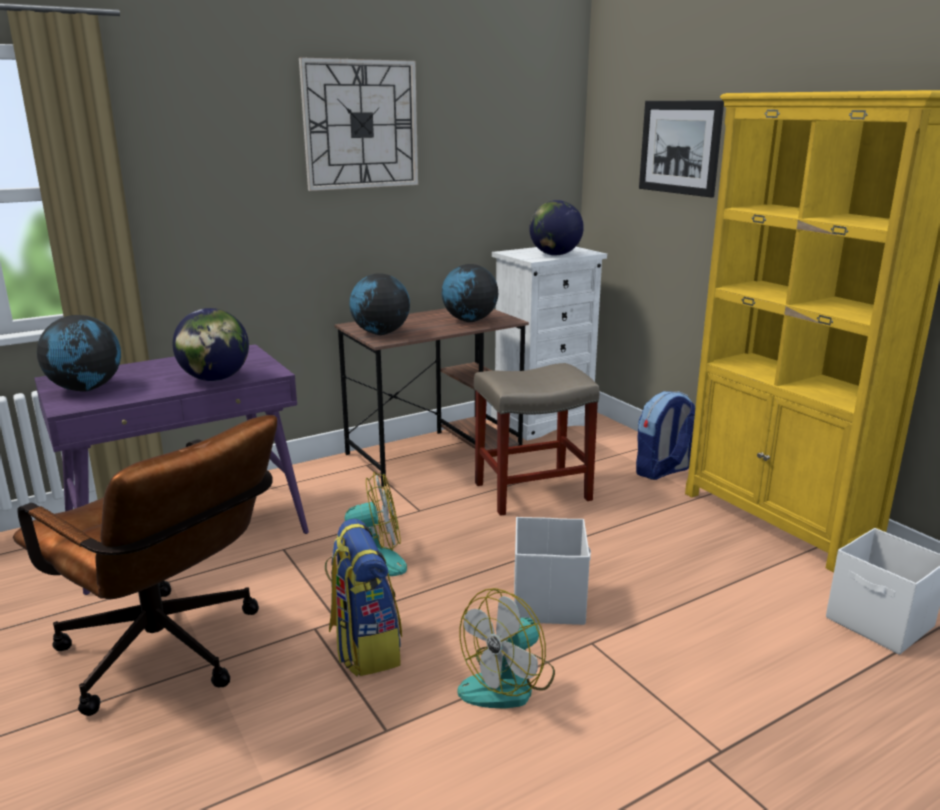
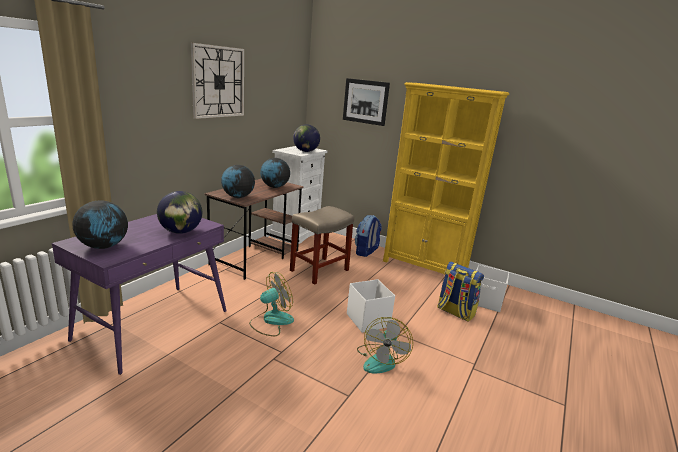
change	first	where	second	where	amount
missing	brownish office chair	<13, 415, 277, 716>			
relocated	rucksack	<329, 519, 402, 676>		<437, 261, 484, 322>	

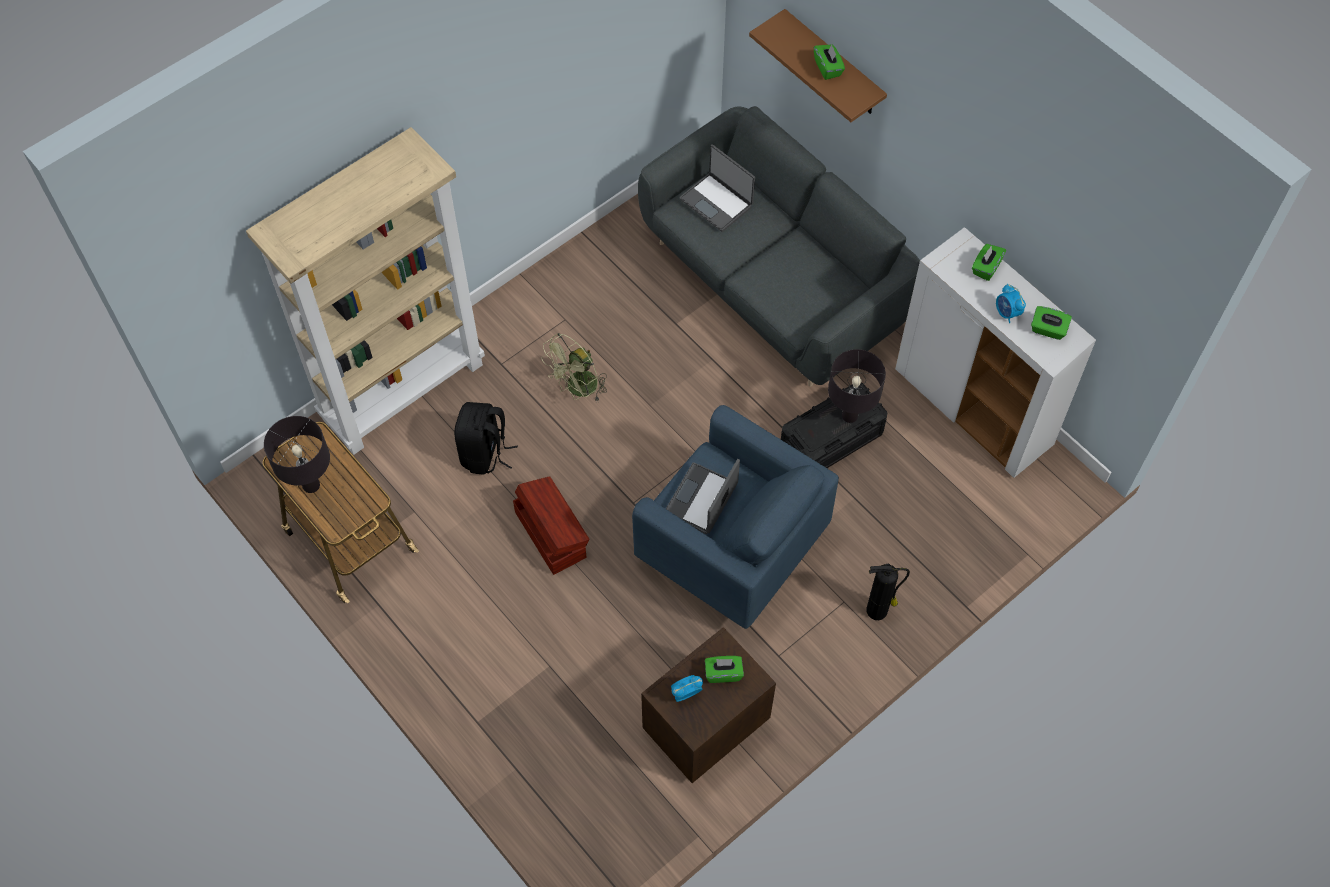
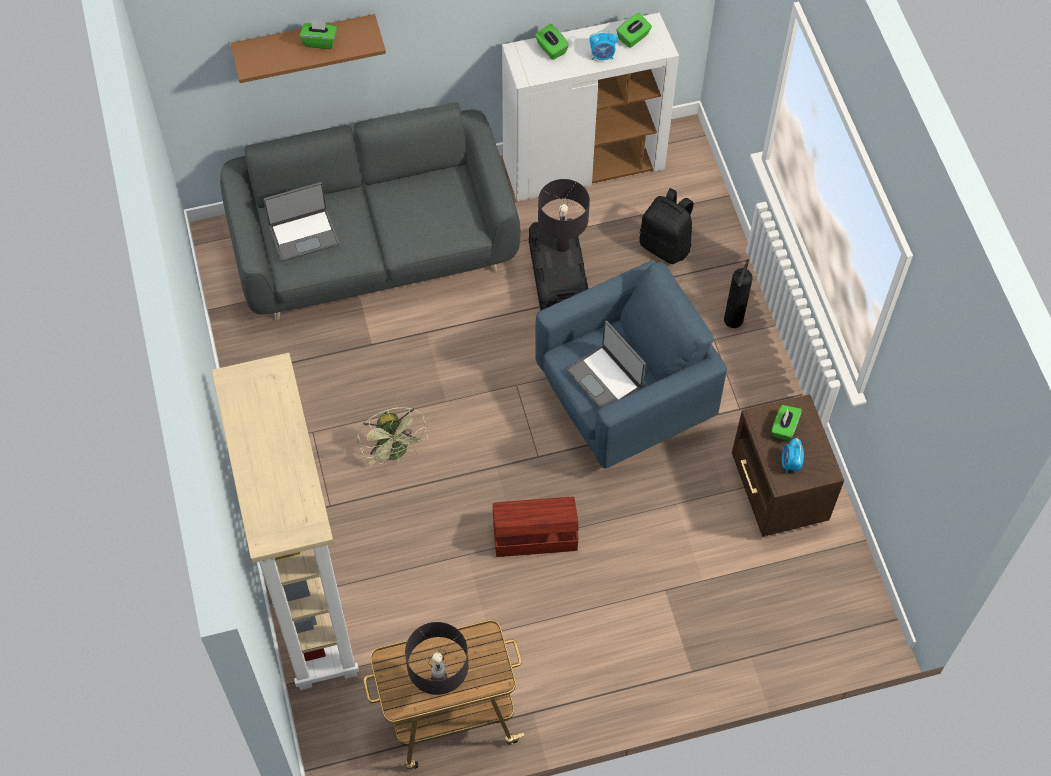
change	first	where	second	where	amount
relocated	black rucksack	<454, 402, 518, 475>		<640, 188, 694, 264>	

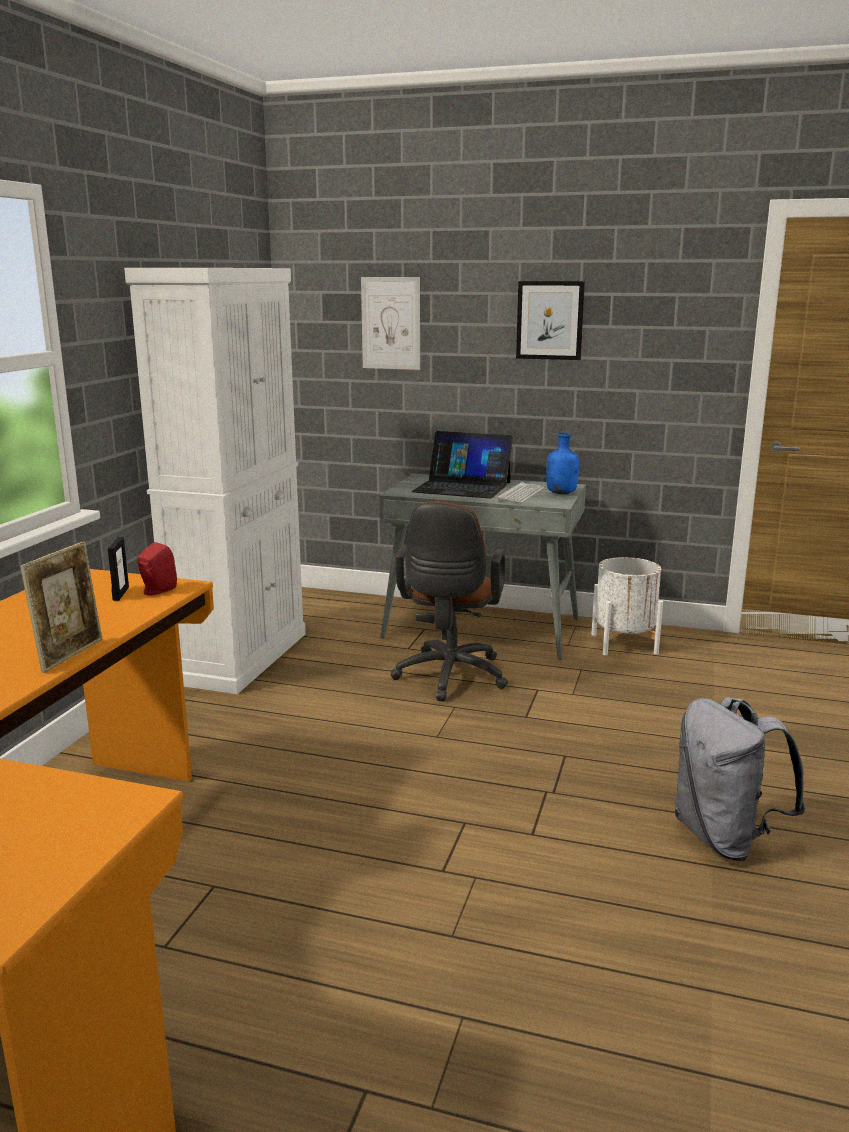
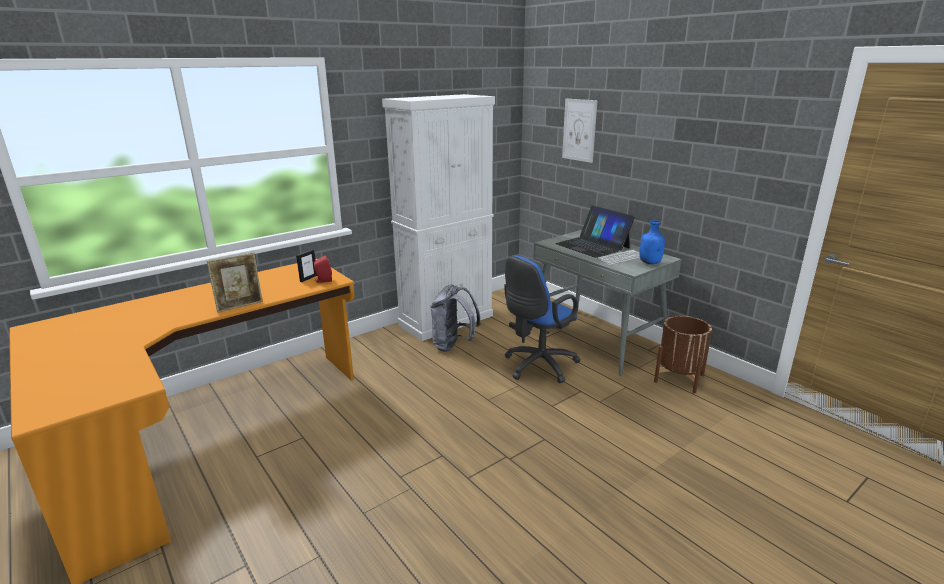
change	first	where	second	where	amount
colour	brownish office chair	<391, 501, 508, 701>	blue-coloured office chair	<504, 255, 581, 383>	
missing	wall art	<516, 281, 585, 360>			
colour	white flower pot	<591, 557, 663, 656>	brownish flower pot	<654, 316, 712, 393>	
relocated	gray rucksack	<675, 697, 805, 861>		<430, 285, 481, 352>	

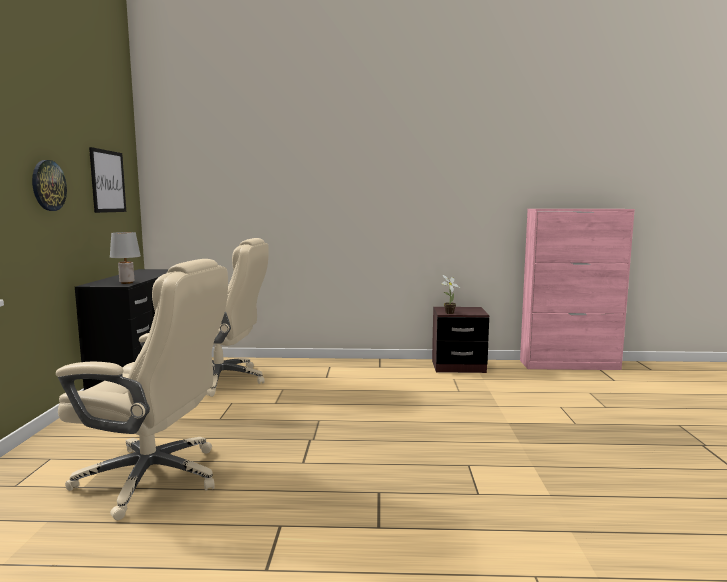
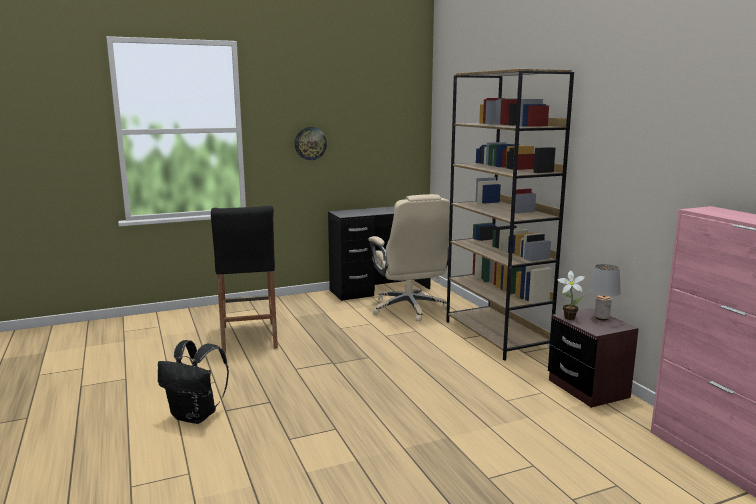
change	first	where	second	where	amount
exchanged	beige office chair	<56, 259, 228, 520>	black stool seat	<211, 206, 278, 353>	
missing	wall art	<89, 147, 126, 213>			
relocated	gray lamp for a table	<110, 232, 141, 284>		<589, 264, 621, 320>	
appeared			black rucksack	<158, 340, 229, 424>	
appeared			brownish shelving unit	<446, 69, 574, 361>	

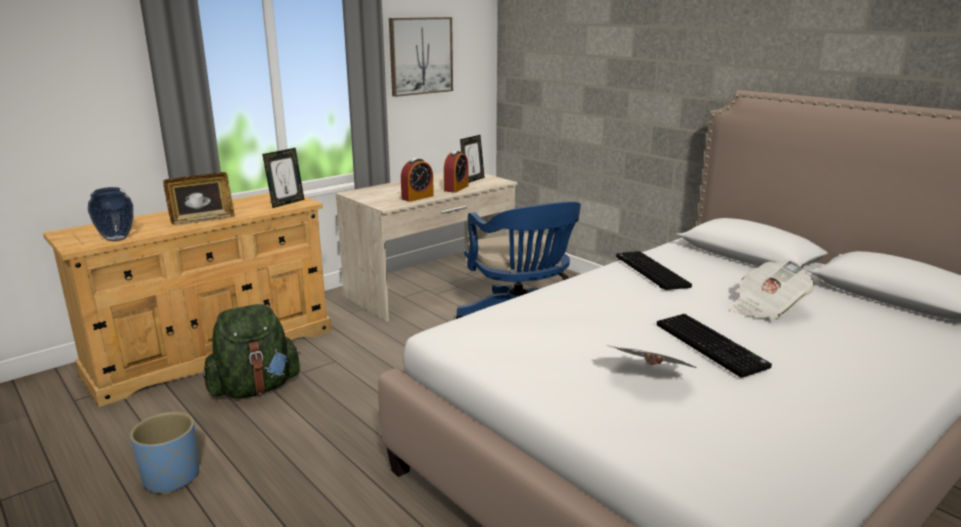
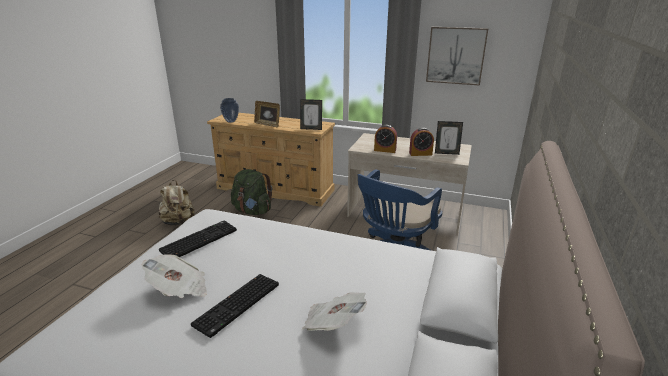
change	first	where	second	where	amount
exchanged	blue-coloured flower pot	<130, 412, 199, 494>	beige rucksack	<159, 180, 195, 226>	
relocated	computer keyboard	<616, 251, 692, 290>		<159, 220, 237, 257>	

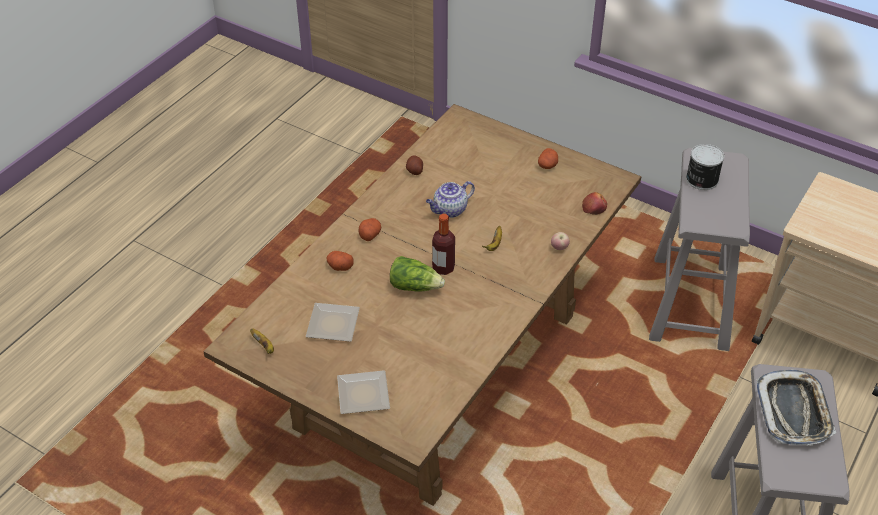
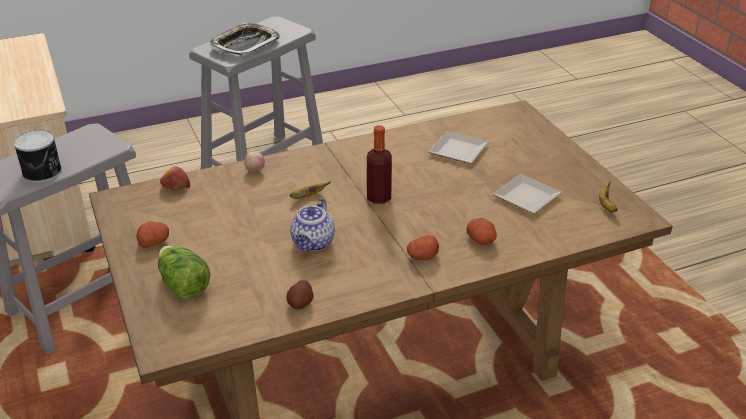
change	first	where	second	where	amount
relocated	plate	<337, 370, 390, 414>		<428, 131, 489, 164>	
relocated	lettuce head	<390, 256, 445, 292>		<158, 246, 210, 299>	
spun	pot for tea	<426, 181, 475, 218>		<290, 198, 335, 252>	105 degrees clockwise

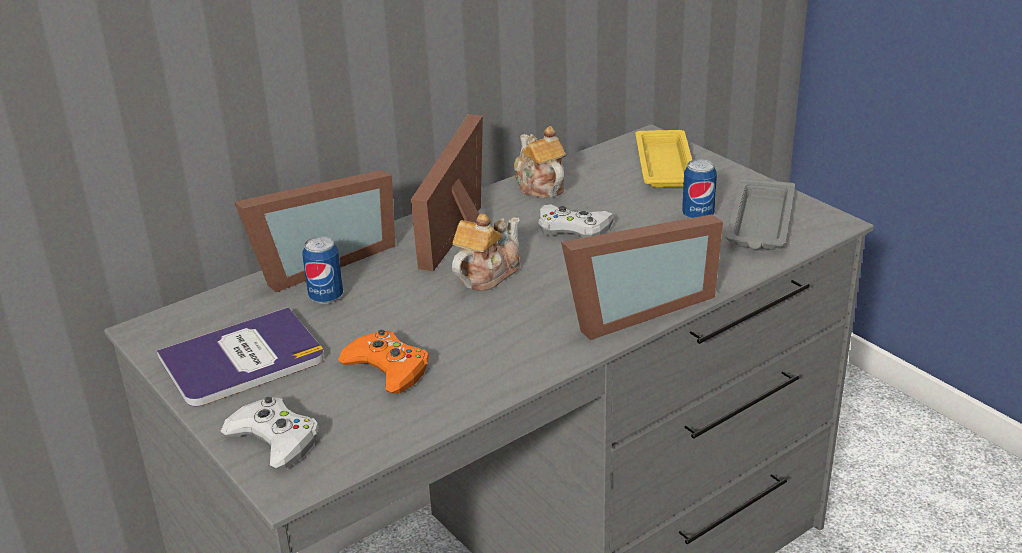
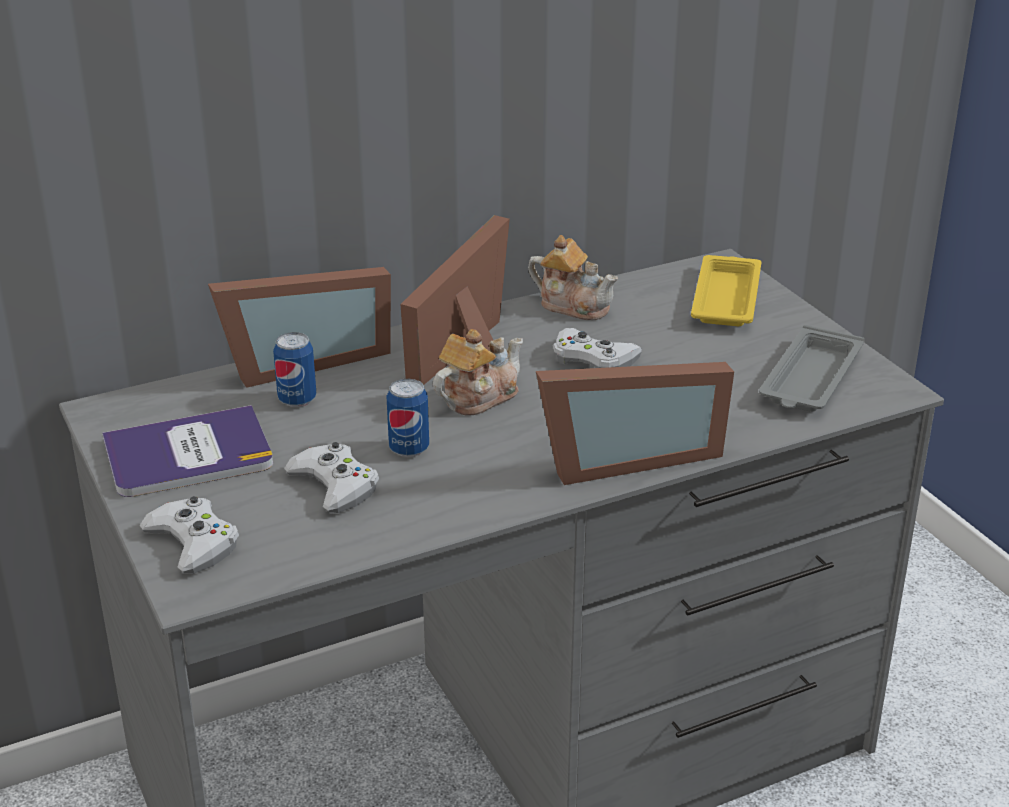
change	first	where	second	where	amount
colour	orange-coloured joypad	<338, 329, 429, 394>	white joypad	<284, 442, 379, 513>	
spun	pot for tea	<514, 126, 566, 198>		<528, 235, 618, 320>	135 degrees clockwise
relocated	sealed can	<682, 159, 717, 218>		<386, 379, 429, 457>	

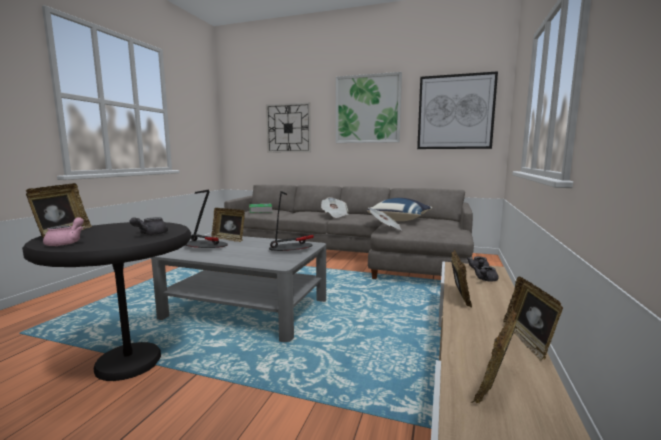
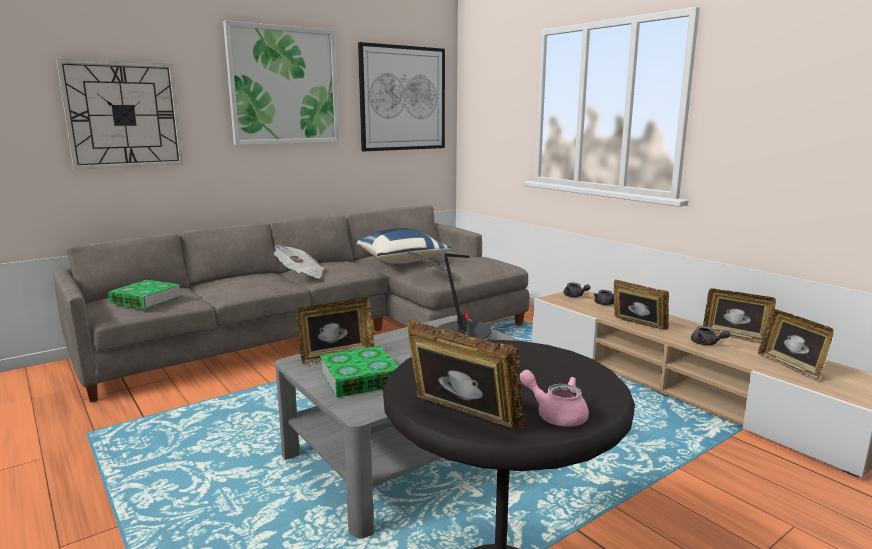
change	first	where	second	where	amount
relocated	gray pot for tea	<129, 217, 168, 235>		<691, 326, 730, 345>	
exchanged	lamp for a table	<186, 189, 228, 248>	bound book	<320, 346, 398, 398>	

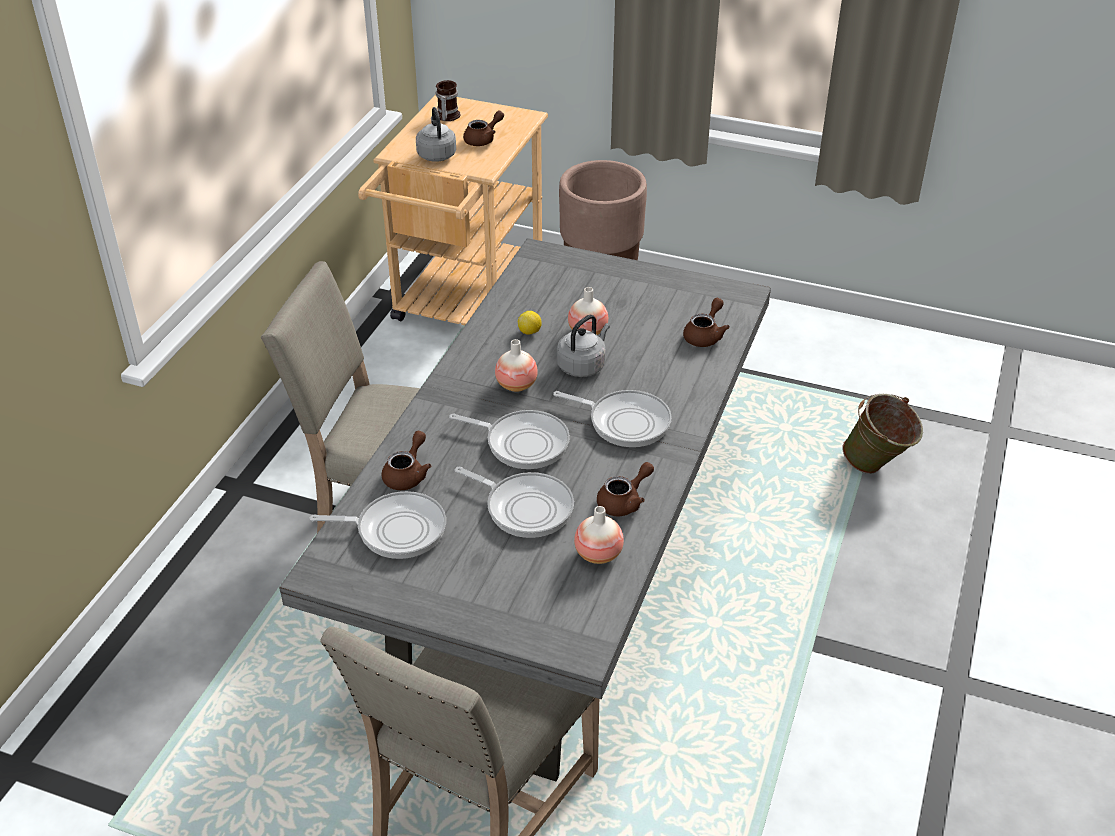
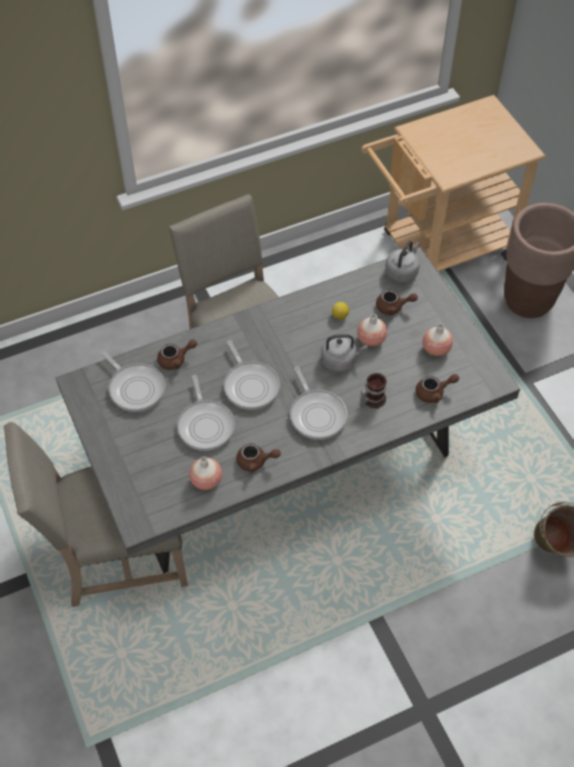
change	first	where	second	where	amount
relocated	gray water kettle	<416, 107, 456, 162>		<385, 241, 419, 283>	
relocated	mug	<436, 80, 461, 121>		<360, 373, 387, 408>	
relocated	brownish pot for tea	<463, 111, 504, 146>		<376, 290, 418, 315>	
relocated	vase	<495, 339, 538, 392>		<423, 323, 453, 356>	

